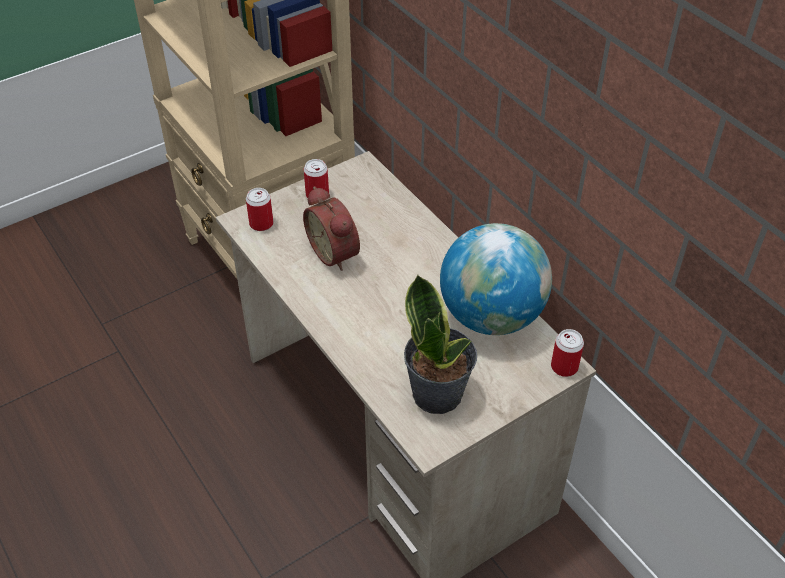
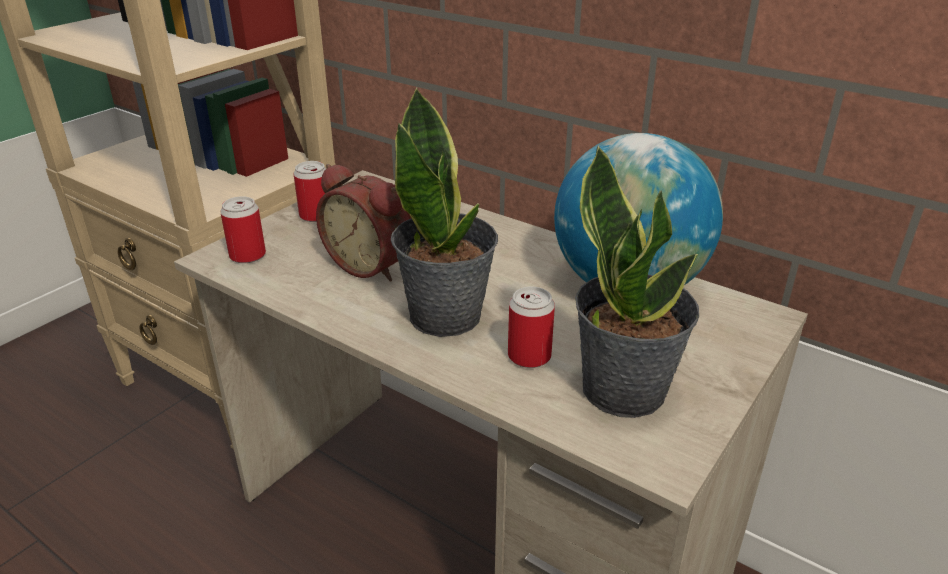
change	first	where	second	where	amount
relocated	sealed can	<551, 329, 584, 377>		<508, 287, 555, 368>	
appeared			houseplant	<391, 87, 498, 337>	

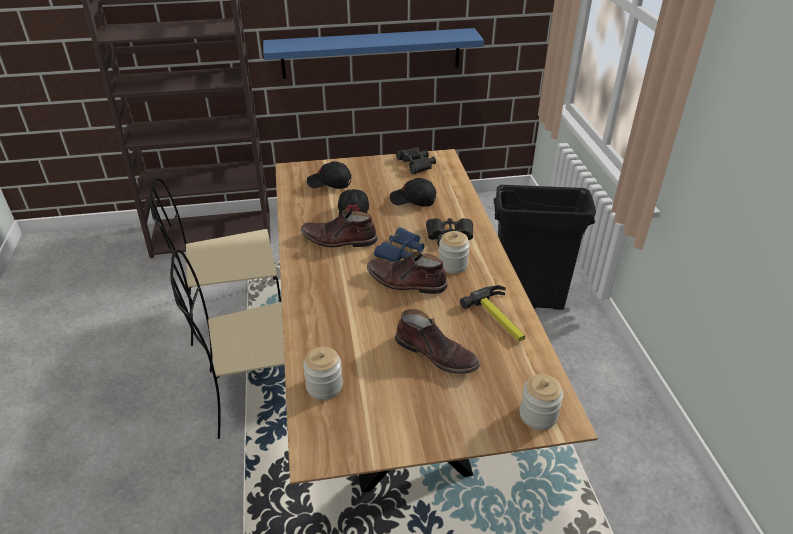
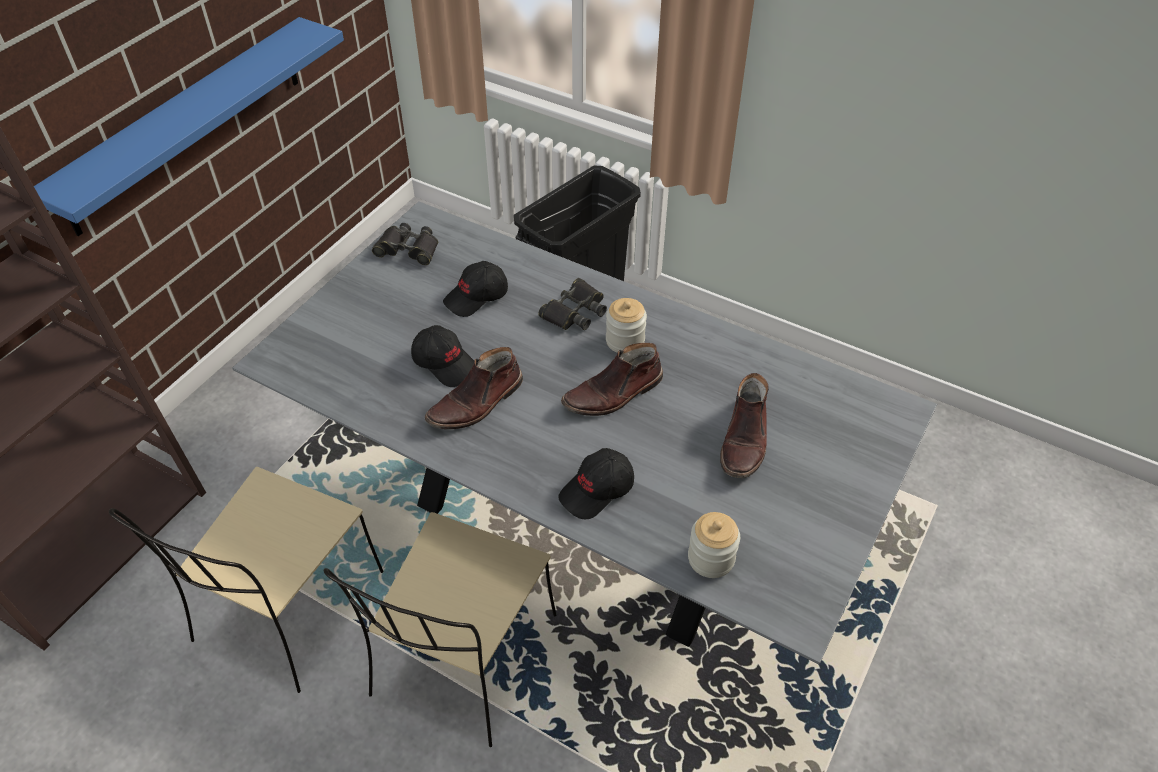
change	first	where	second	where	amount
colour	brownish dinner table	<275, 149, 598, 492>	gray dinner table	<232, 201, 937, 665>	
relocated	black peaked cap	<307, 161, 351, 189>		<558, 448, 634, 519>	
missing	blue-coloured binoculars	<374, 227, 425, 262>			
spun	brownish boot	<395, 309, 480, 374>		<720, 373, 768, 478>	120 degrees clockwise
missing	hand hammer	<460, 285, 525, 341>			
missing	preserve jar	<520, 374, 563, 430>			

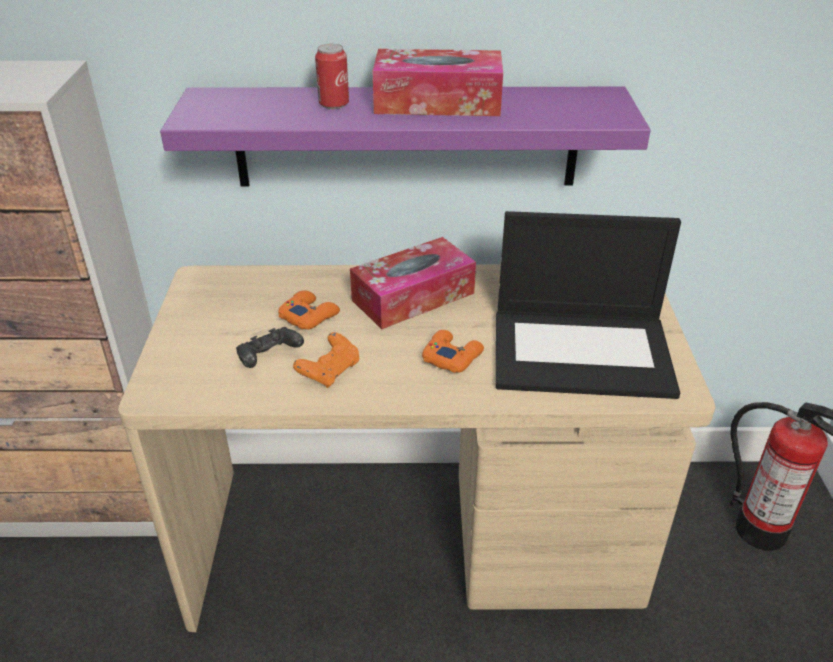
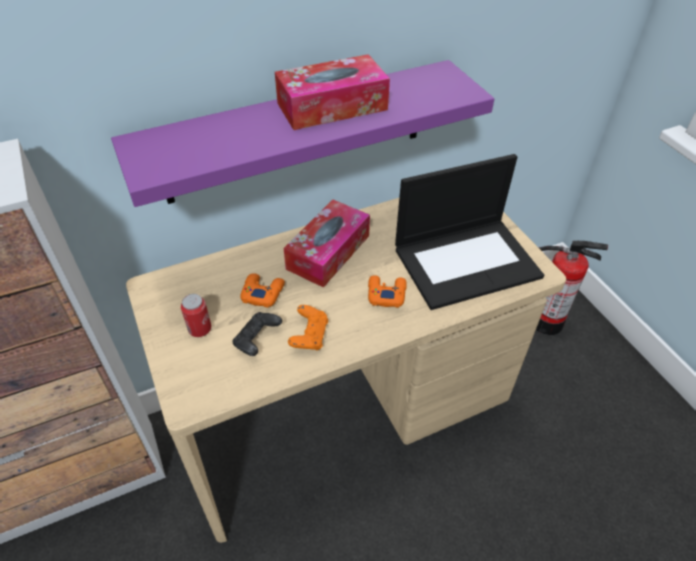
change	first	where	second	where	amount
relocated	sealed can	<315, 44, 349, 109>		<181, 294, 211, 337>	

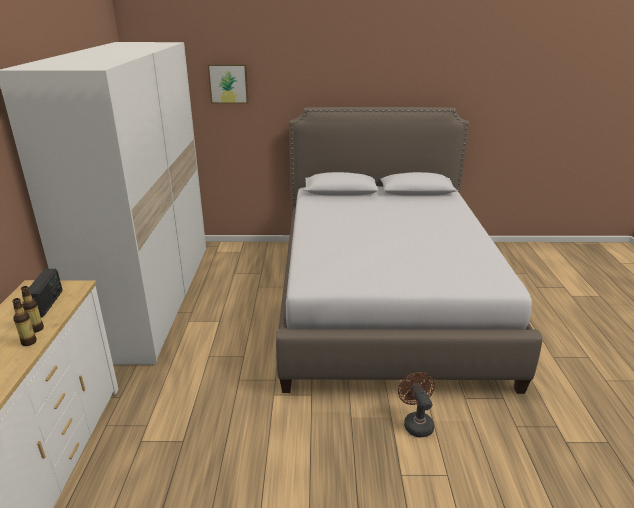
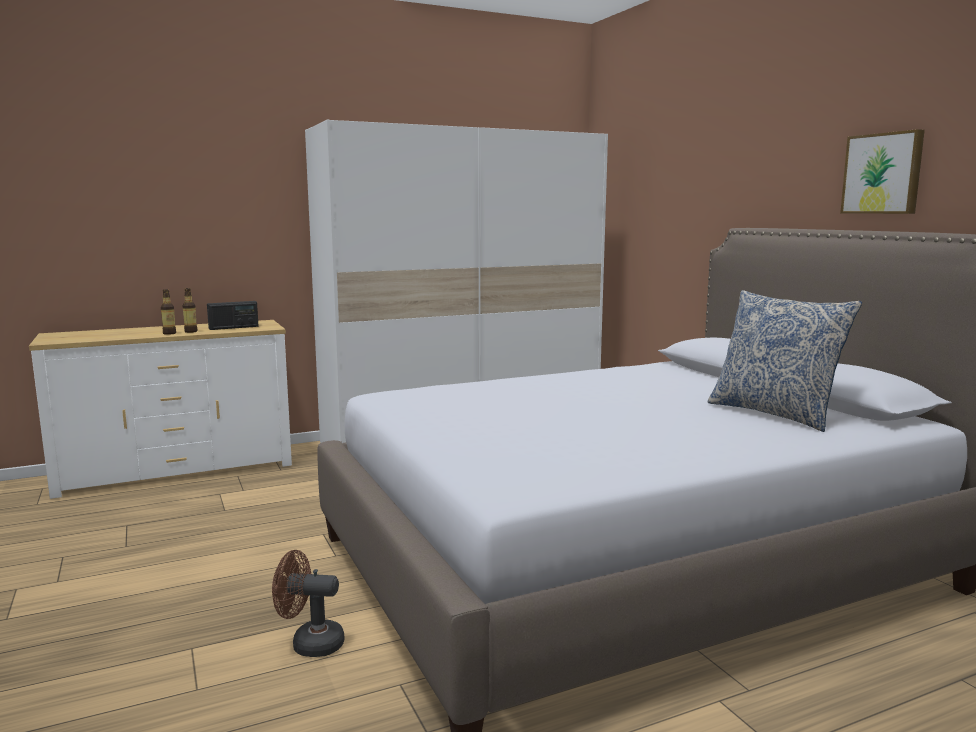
change	first	where	second	where	amount
relocated	wall art	<208, 64, 249, 104>		<840, 129, 925, 214>	
spun	brownish fan	<398, 372, 435, 437>		<272, 550, 345, 657>	135 degrees counterclockwise
appeared			throw pillow	<707, 290, 862, 432>	

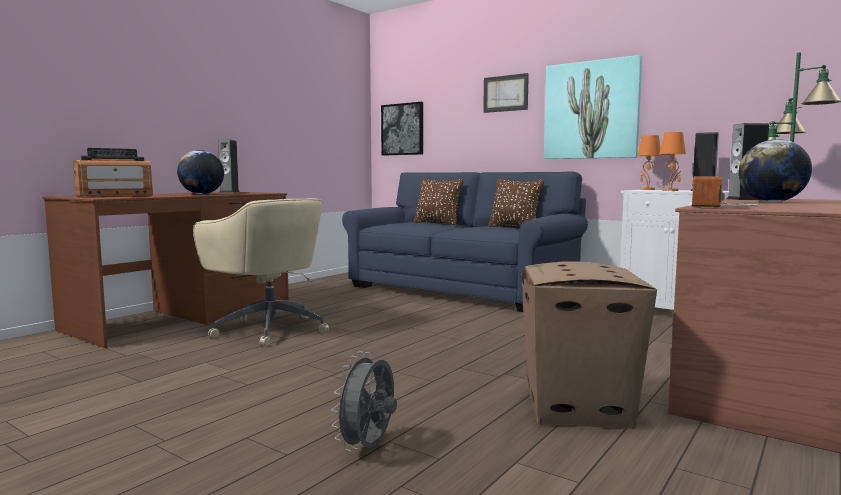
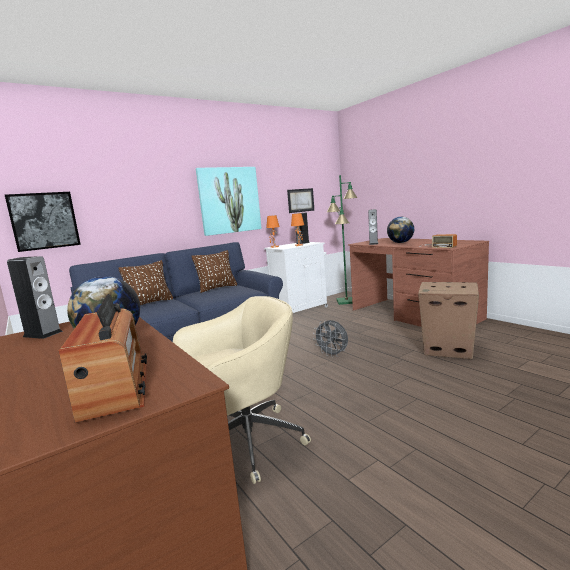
change	first	where	second	where	amount
relocated	gray fan	<332, 351, 397, 451>		<313, 320, 348, 357>	
relocated	wall art	<483, 73, 529, 113>		<287, 188, 314, 213>	

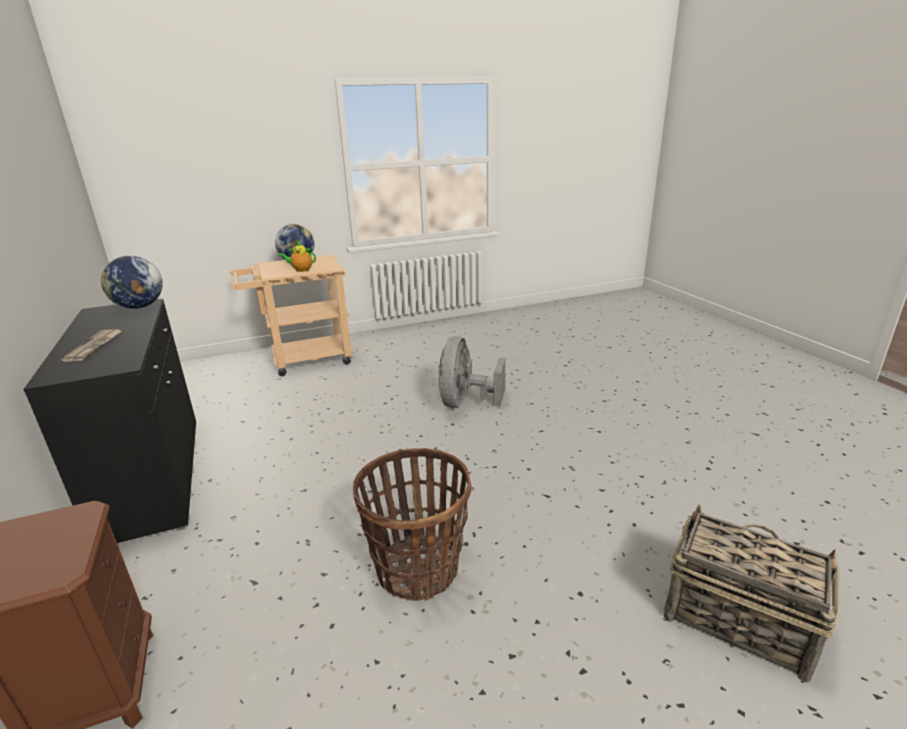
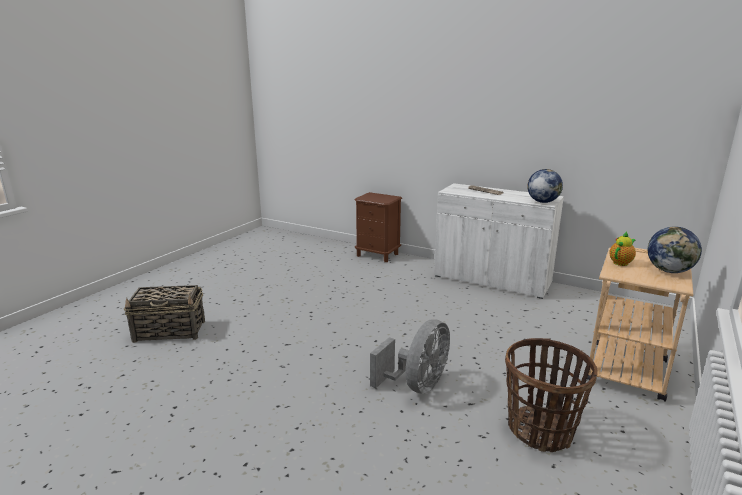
change	first	where	second	where	amount
colour	black cupboard	<23, 299, 196, 543>	white cupboard	<434, 183, 564, 299>	
relocated	basket	<353, 448, 472, 601>		<505, 338, 598, 452>	
spun	gray fan	<438, 336, 506, 408>		<370, 319, 450, 394>	60 degrees clockwise

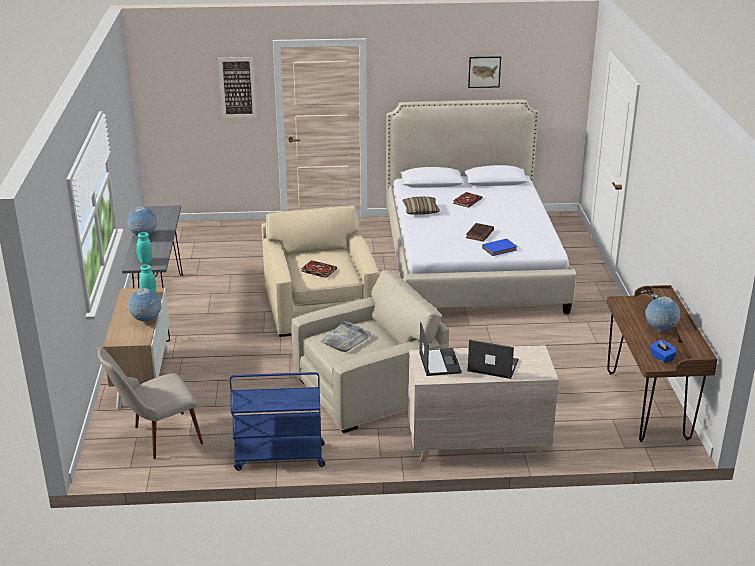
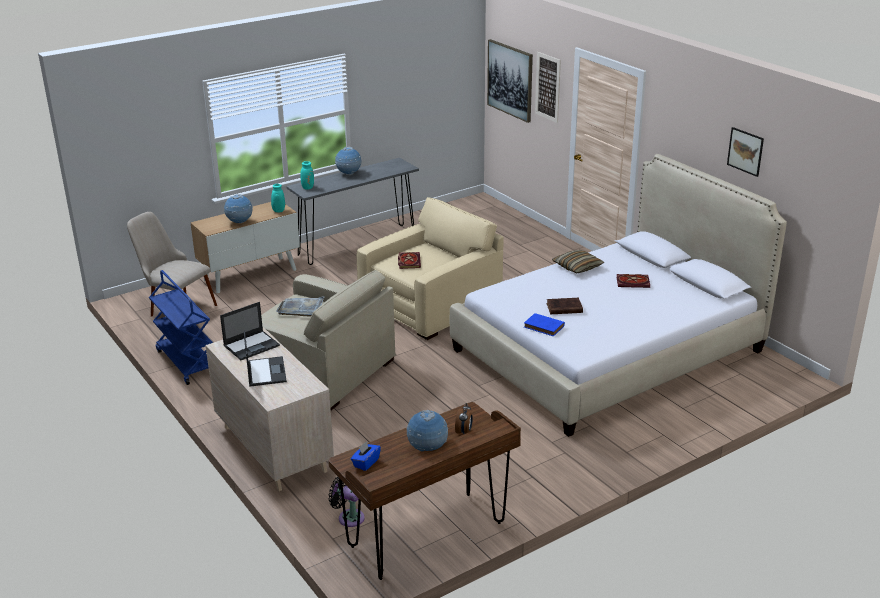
change	first	where	second	where	amount
appeared			black fan	<328, 476, 365, 527>	
appeared			wall art	<487, 39, 533, 123>	

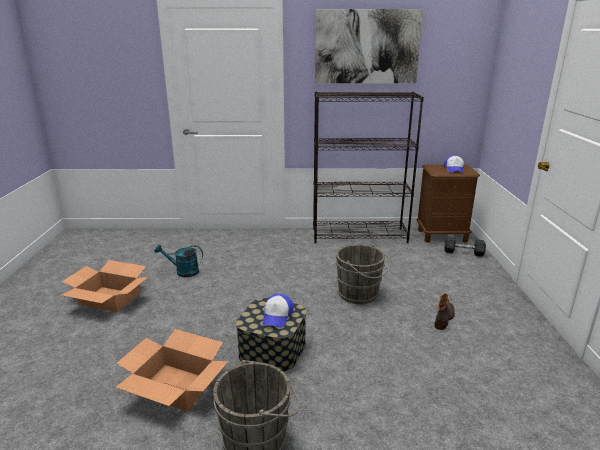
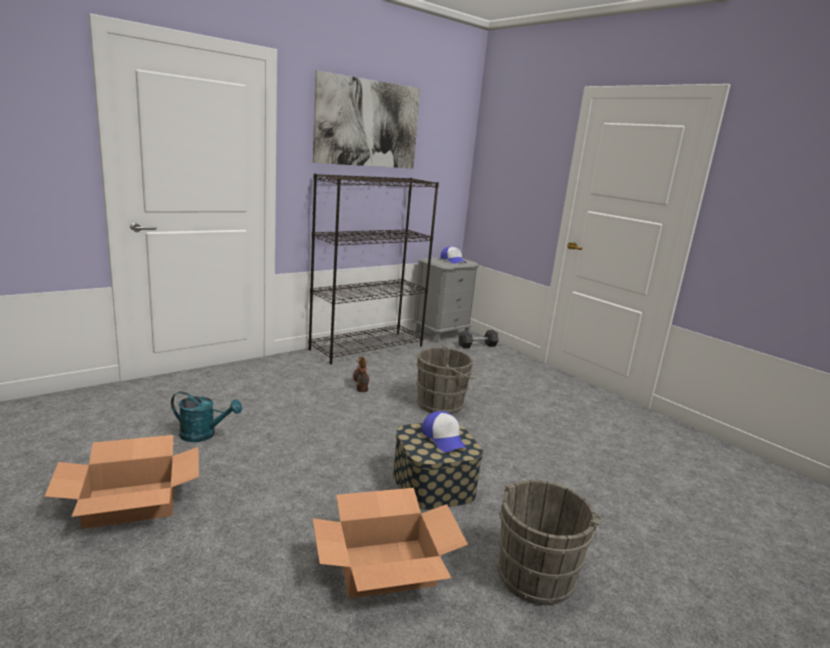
change	first	where	second	where	amount
spun	turquoise watering pot	<154, 244, 203, 277>		<171, 391, 242, 442>	135 degrees counterclockwise
colour	brownish night table	<416, 165, 480, 243>	gray night table	<412, 257, 479, 343>	
relocated	boot	<434, 294, 455, 330>		<353, 357, 369, 392>	

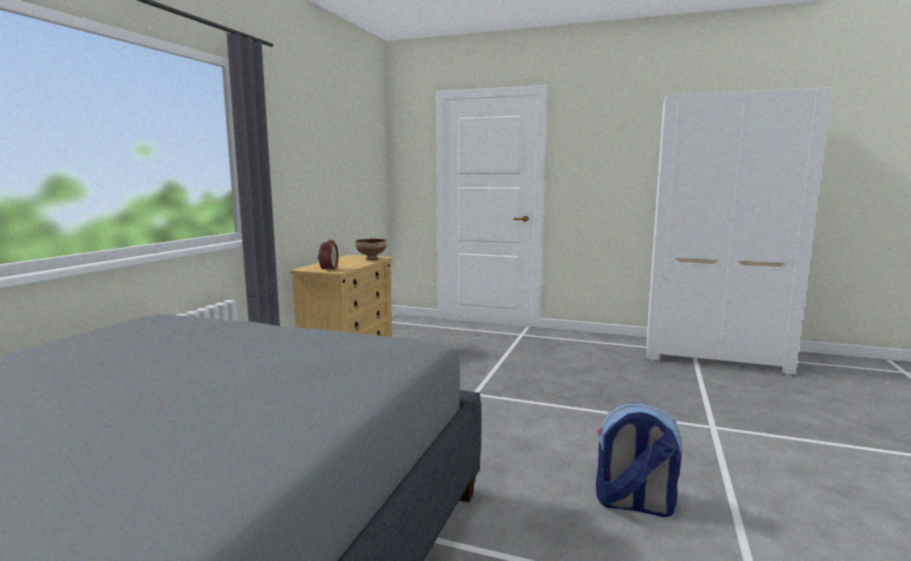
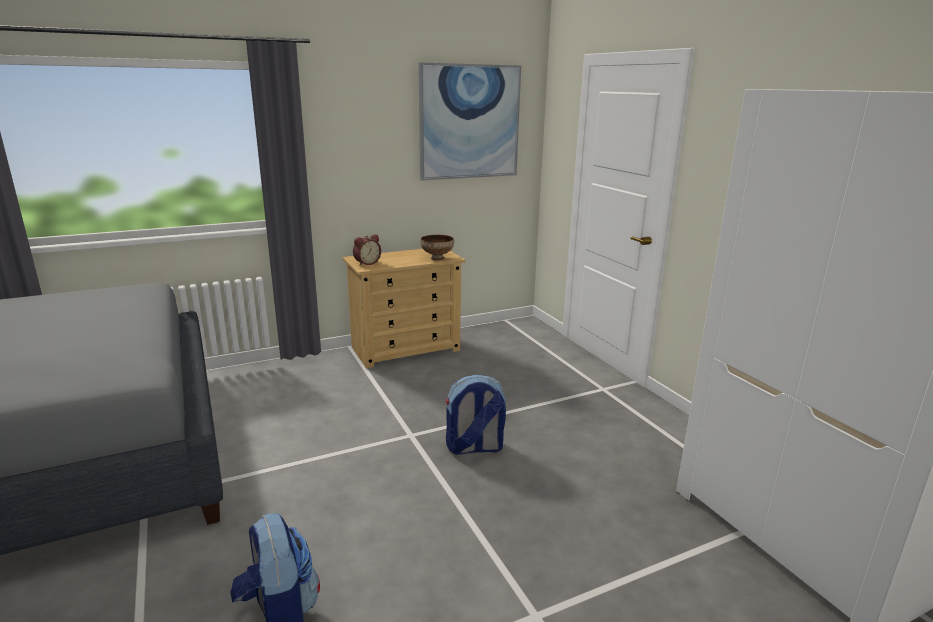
change	first	where	second	where	amount
appeared			wall art	<418, 62, 521, 180>	
appeared			rucksack	<446, 374, 506, 455>	

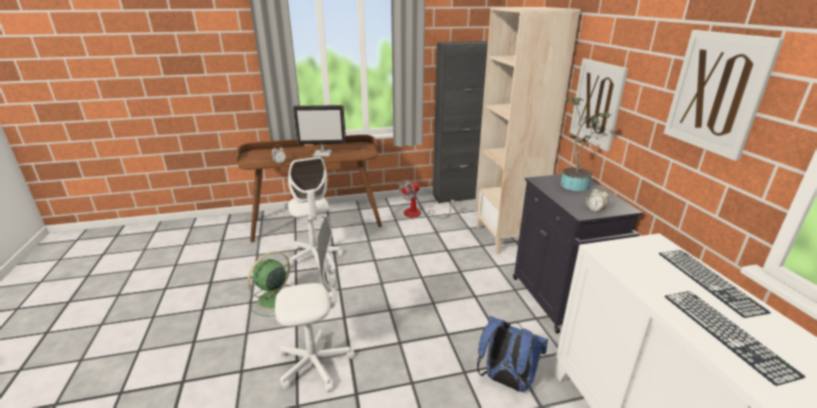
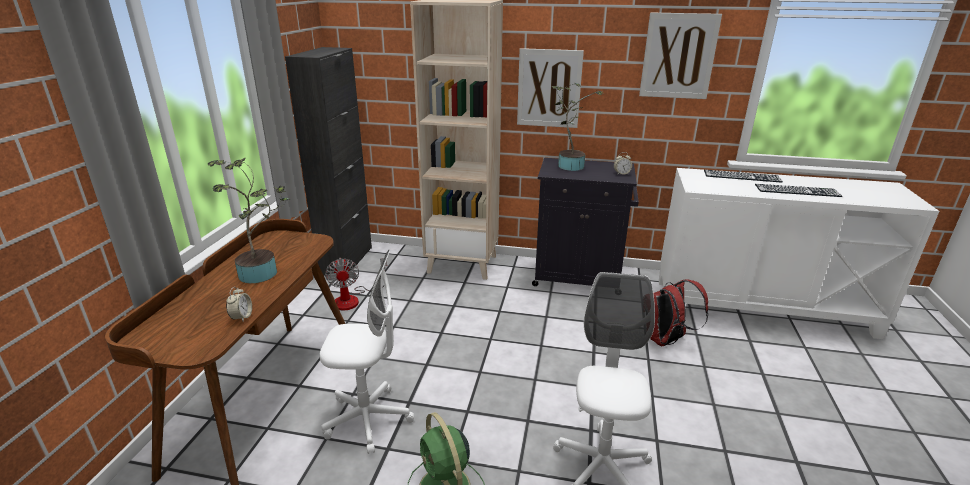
change	first	where	second	where	amount
exchanged	monitor	<293, 105, 346, 157>	houseplant	<208, 158, 290, 283>	
colour	blue-coloured rucksack	<477, 316, 548, 392>	reddish rucksack	<650, 280, 708, 346>	

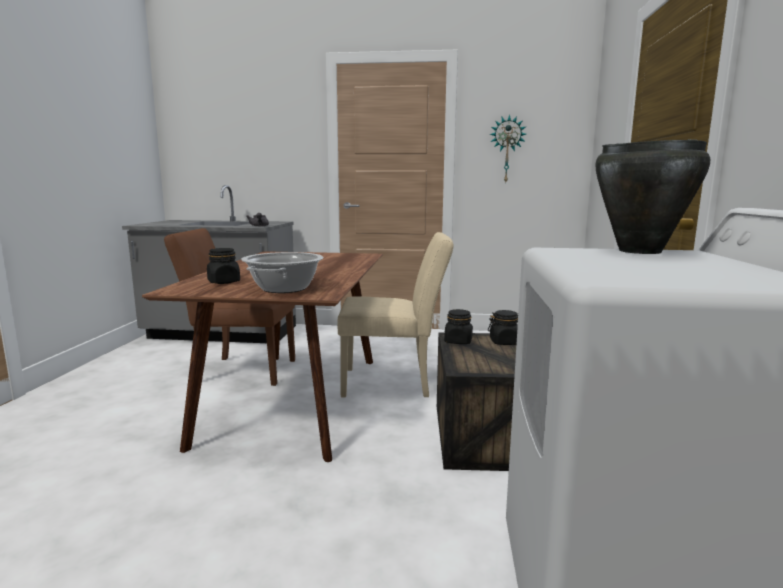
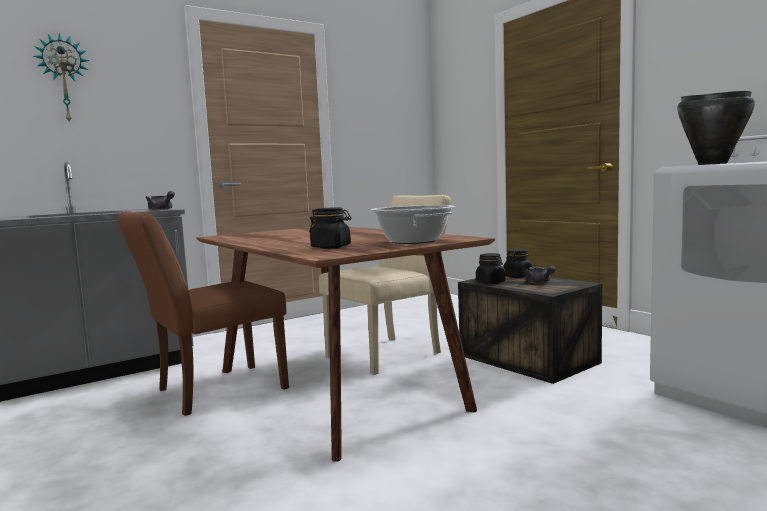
change	first	where	second	where	amount
relocated	clock on the wall	<490, 114, 526, 184>		<34, 33, 89, 124>	
appeared			gray pot for tea	<525, 266, 556, 283>	

